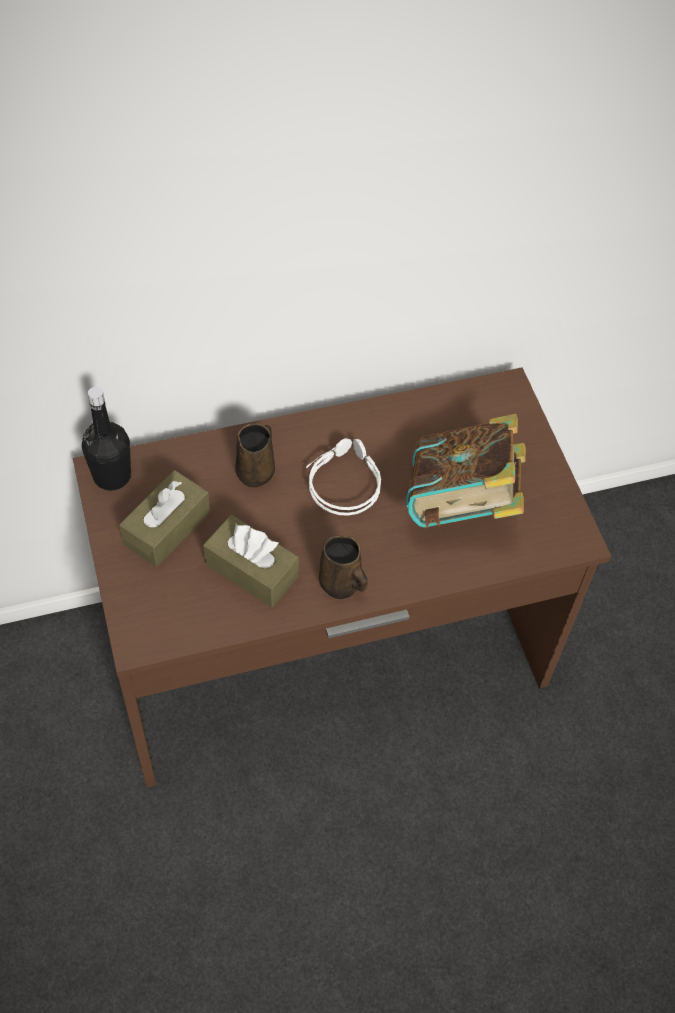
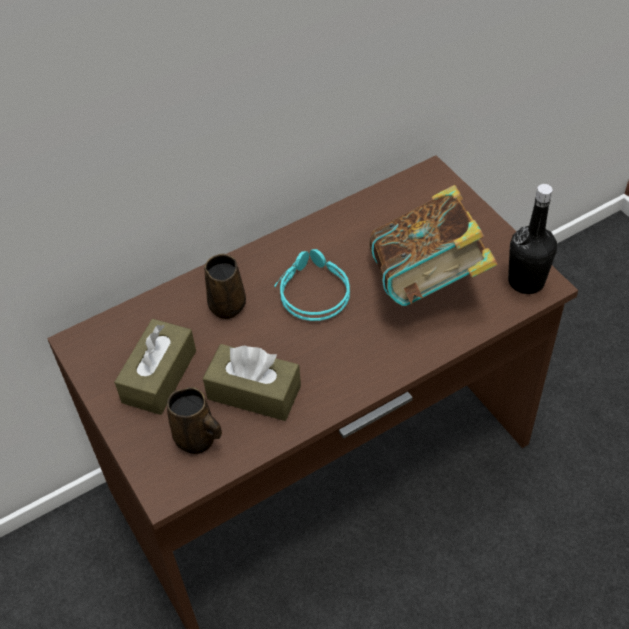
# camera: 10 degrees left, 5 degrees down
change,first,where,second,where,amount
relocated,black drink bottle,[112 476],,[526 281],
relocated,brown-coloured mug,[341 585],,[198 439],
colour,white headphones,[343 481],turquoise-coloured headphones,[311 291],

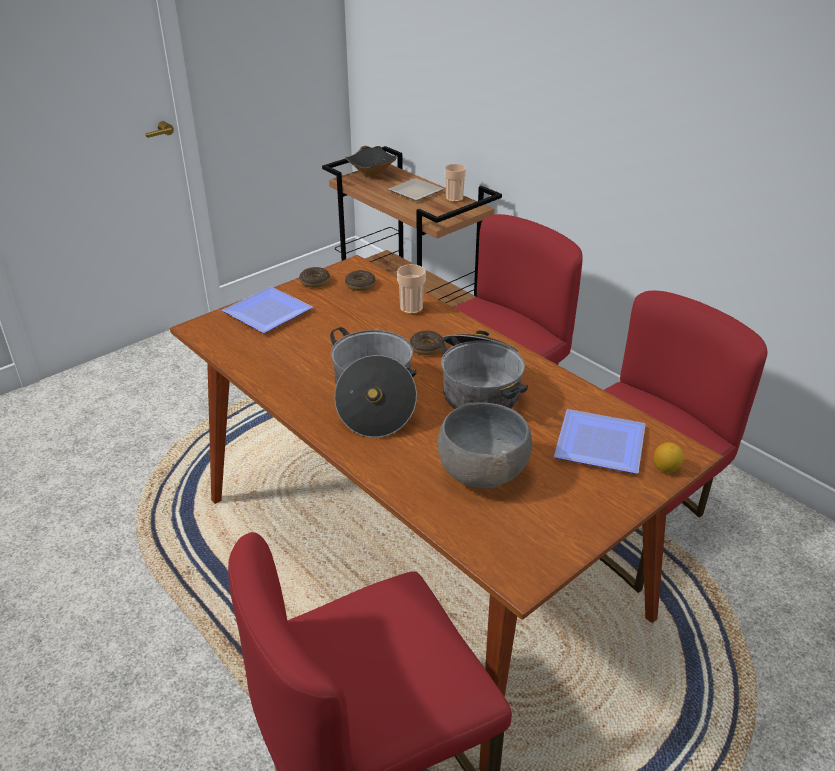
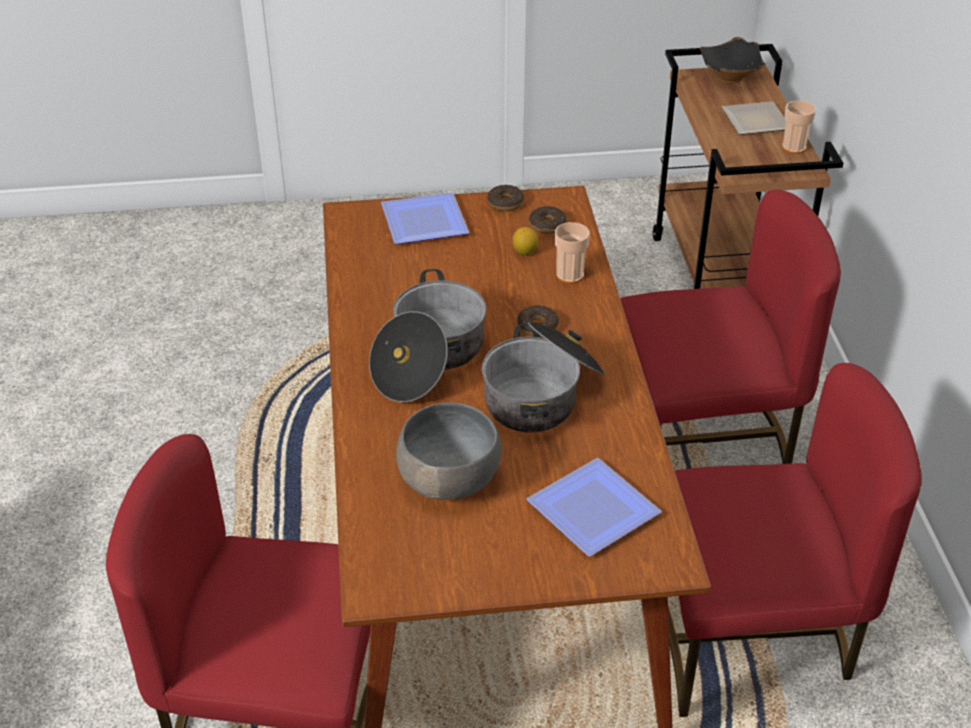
# camera: 35 degrees right, 5 degrees up
change,first,where,second,where,amount
relocated,lemon,[666 468],,[525 251],

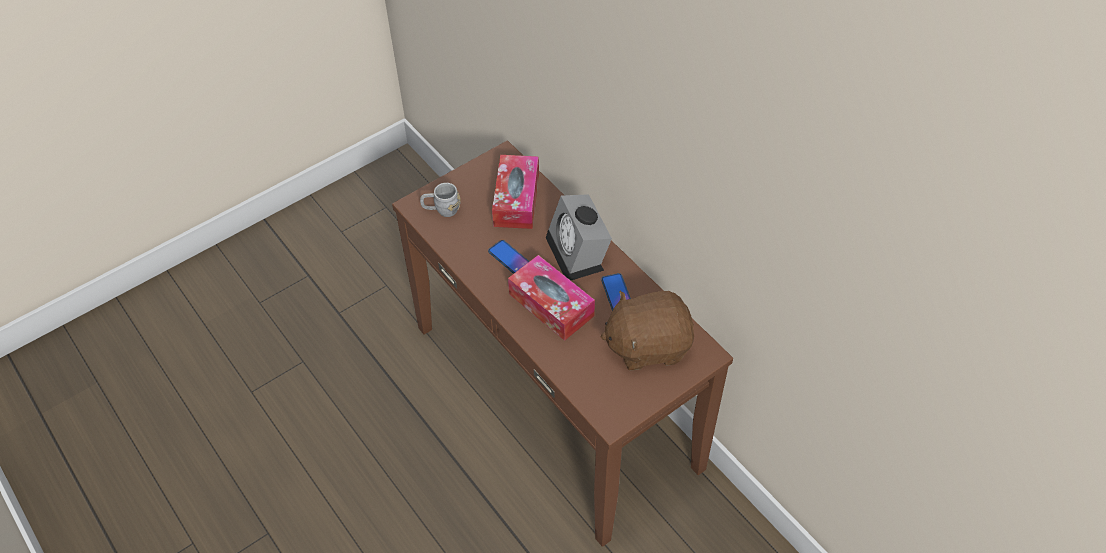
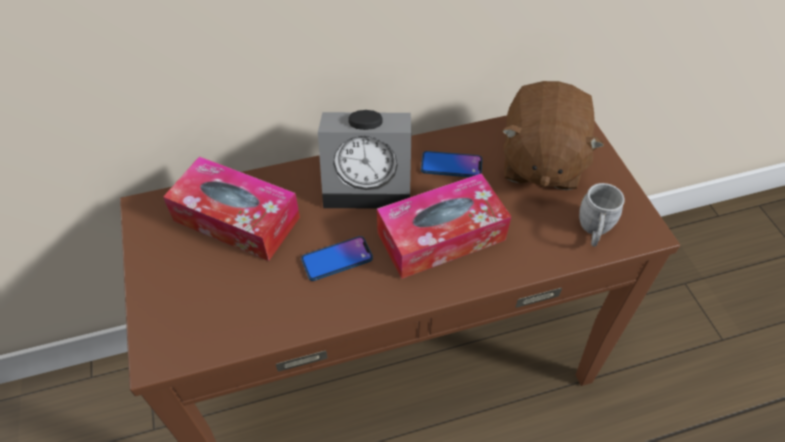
# camera: 70 degrees left, 0 degrees up
change,first,where,second,where,amount
relocated,grey mug,[441 210],,[593 230],

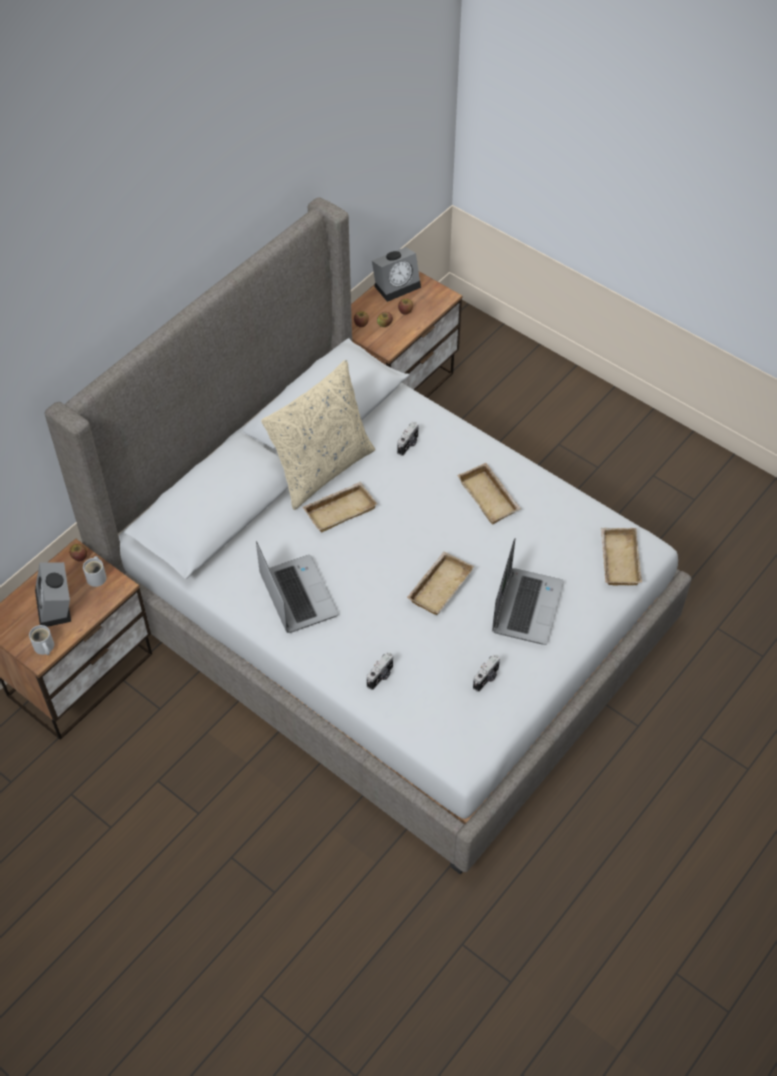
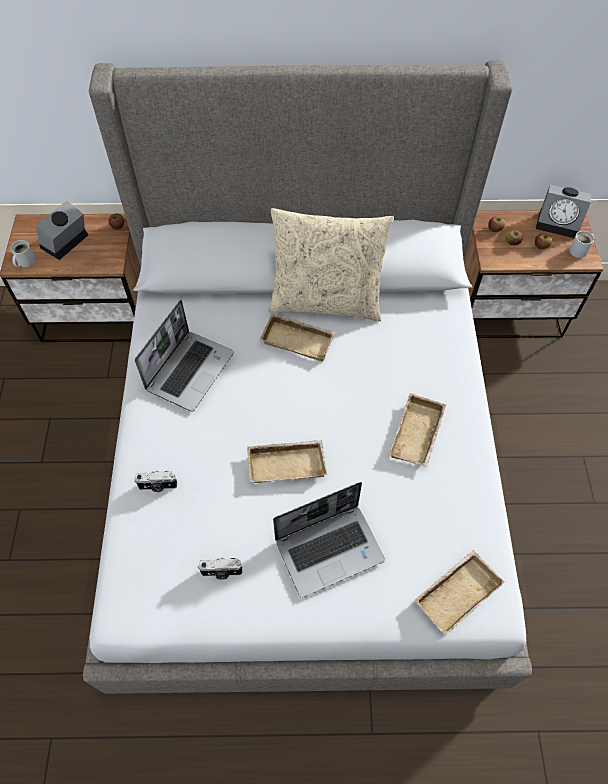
# camera: 50 degrees right, 5 degrees up
change,first,where,second,where,amount
missing,photo camera,[408 445],,,
relocated,white mug,[97 577],,[580 250],

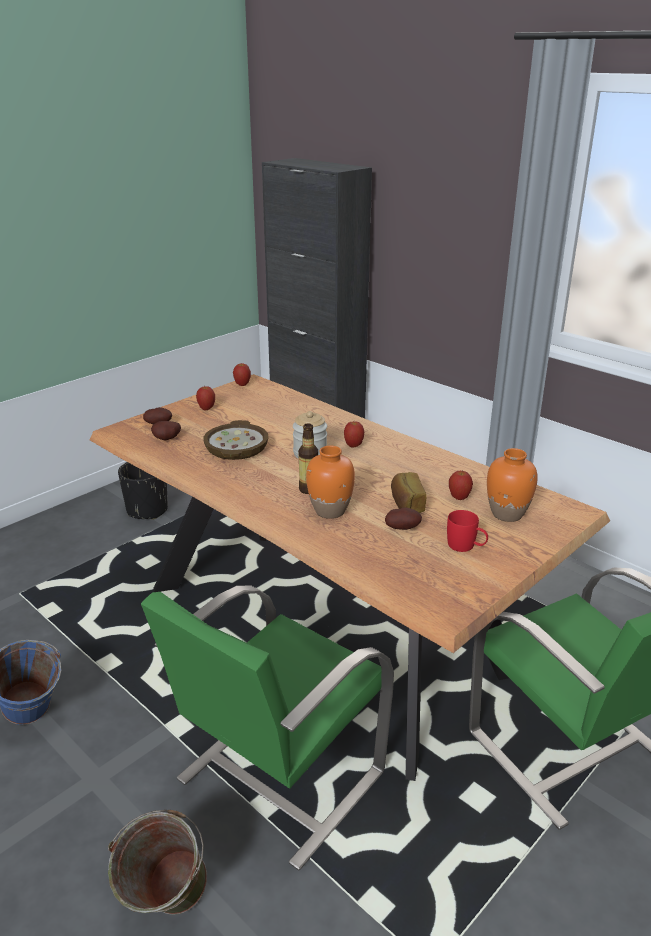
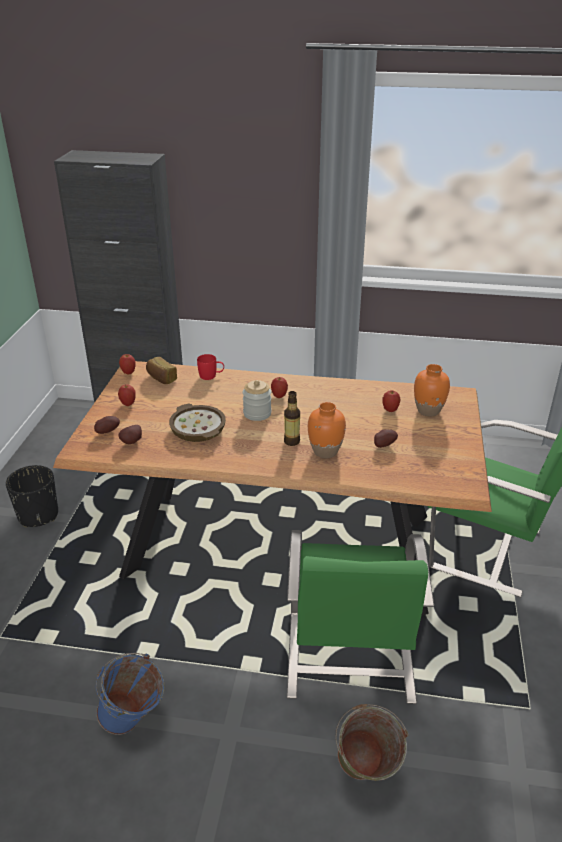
# camera: 35 degrees left, 5 degrees up
change,first,where,second,where,amount
relocated,baked bread,[406 504],,[161 378],
relocated,red mug,[466 547],,[211 376],

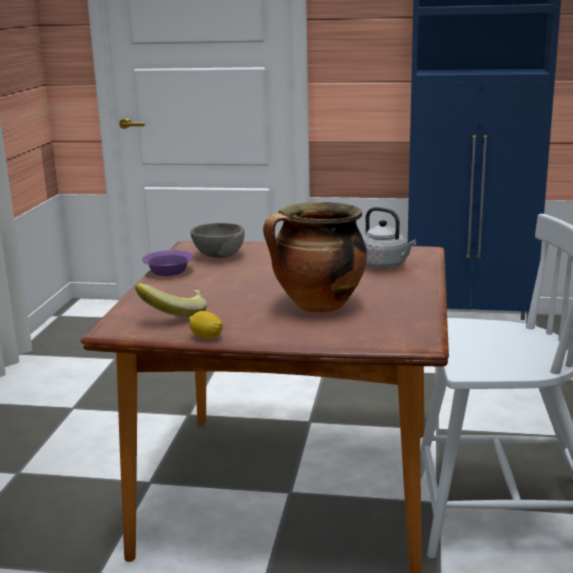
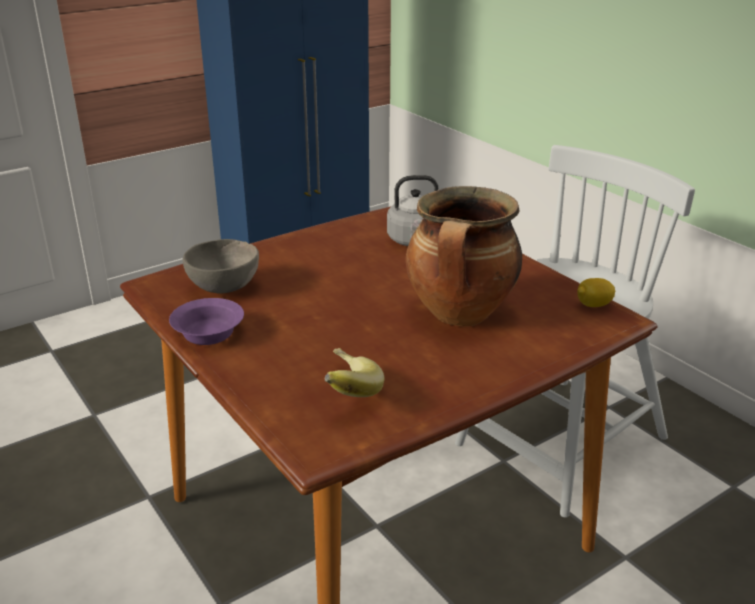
# camera: 45 degrees left, 10 degrees up
change,first,where,second,where,amount
relocated,lemon,[206 337],,[593 305],

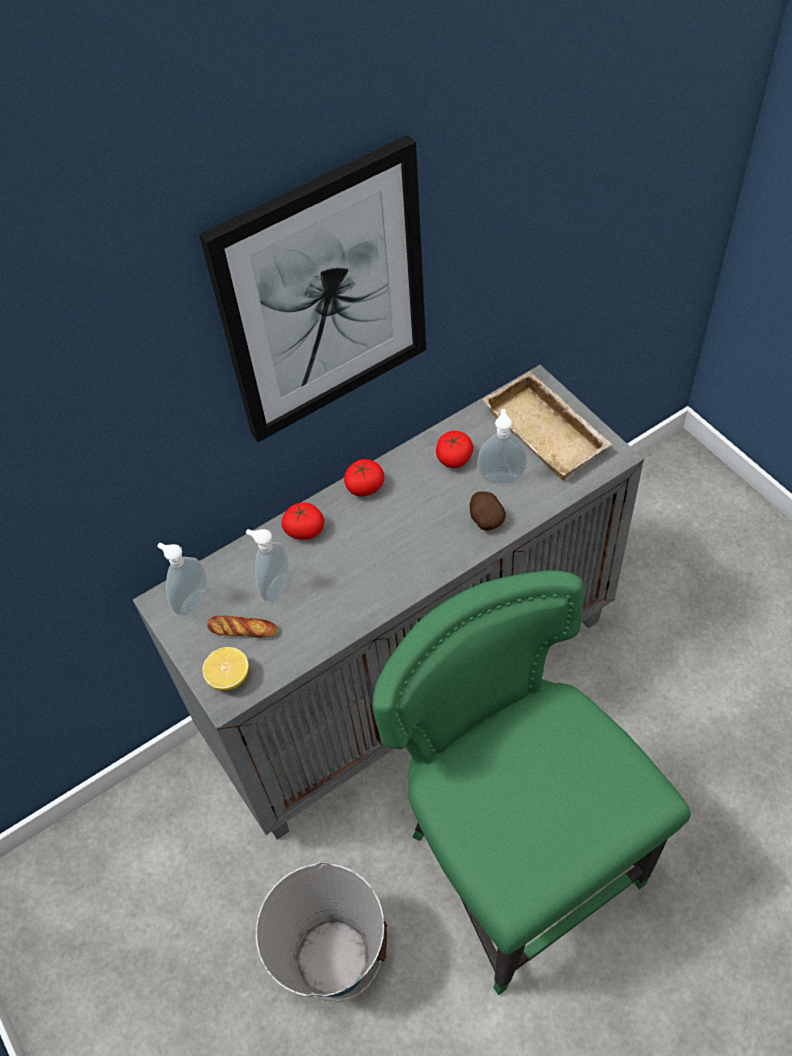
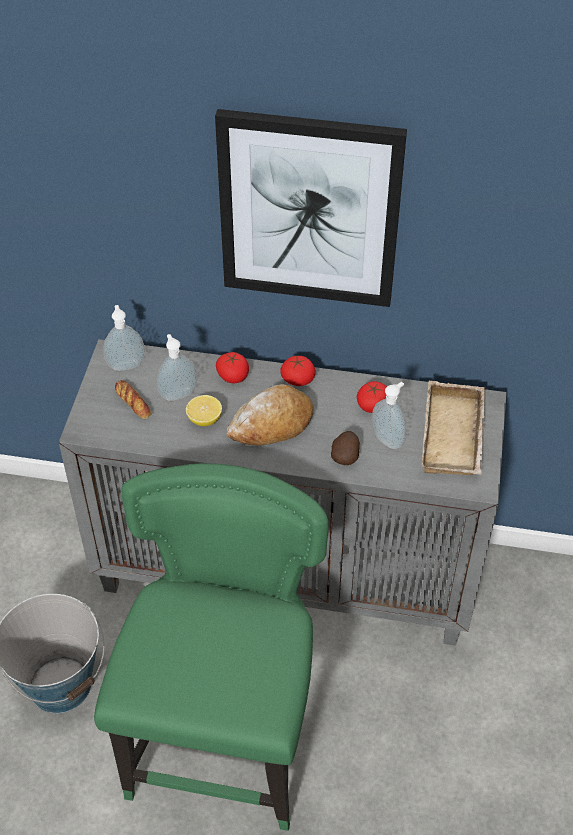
# camera: 40 degrees right, 5 degrees down
change,first,where,second,where,amount
appeared,,,baked bread,[272 424],
relocated,lemon,[229 677],,[204 419],

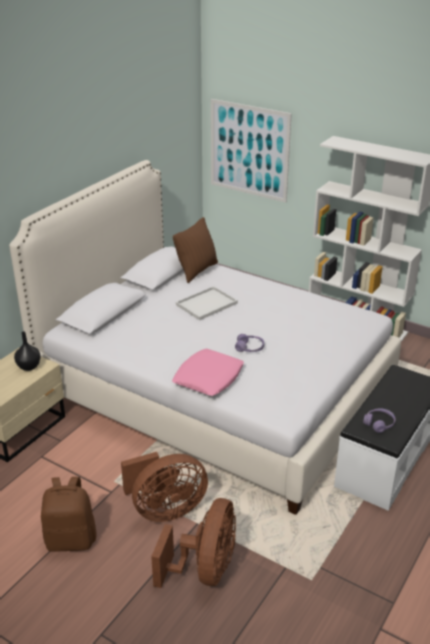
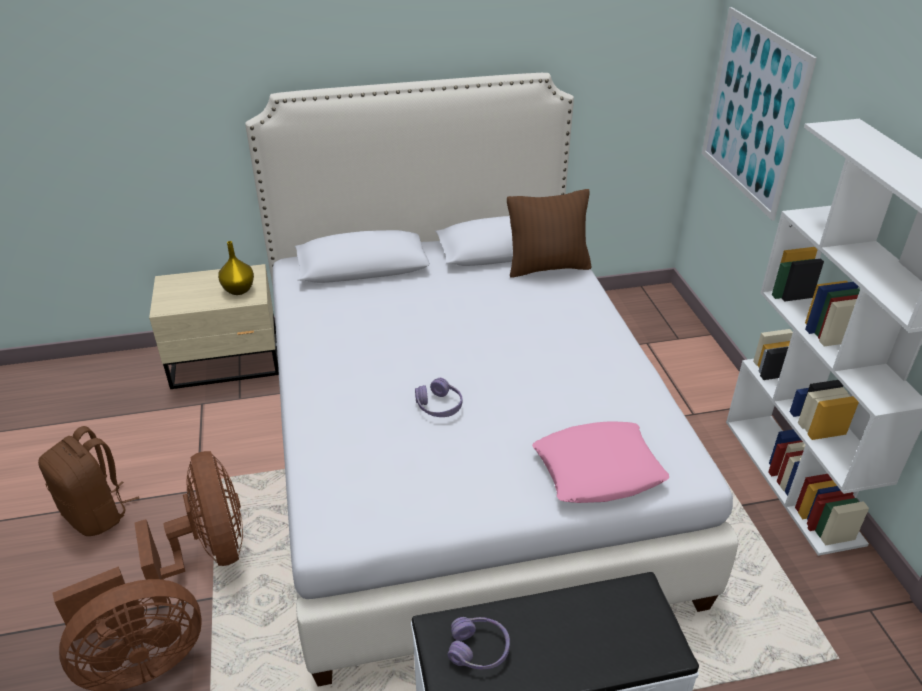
# camera: 45 degrees right, 5 degrees up
change,first,where,second,where,amount
missing,white serving tray,[206 304],,,
relocated,pink-coloured pillow,[208 377],,[598 470],
colour,black decorative vase,[29 367],yellowish decorative vase,[238 290],
spun,brown-coloured electric fan,[165 509],,[210 553],135 degrees counterclockwise

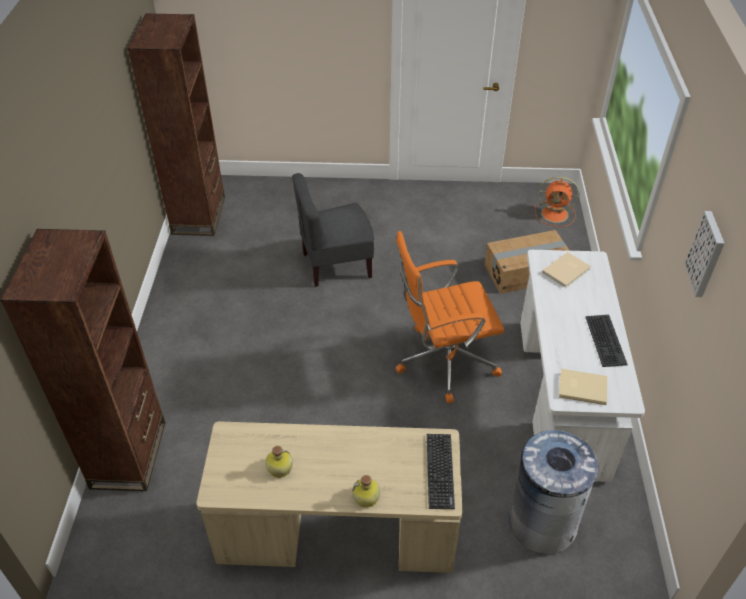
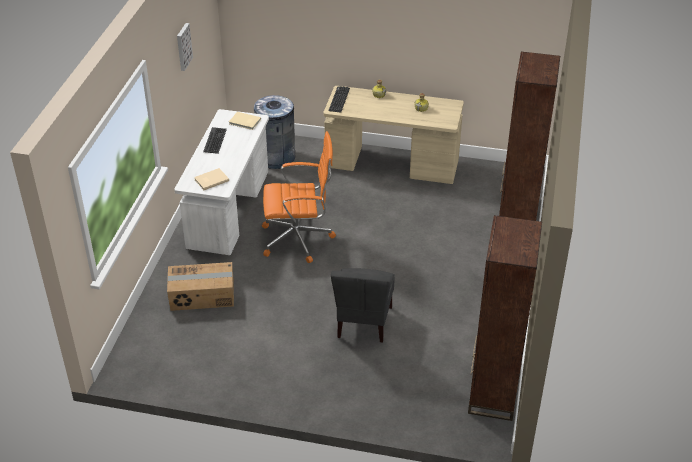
# camera: 170 degrees left, 5 degrees down
change,first,where,second,where,amount
missing,orange-coloured electric fan,[556 214],,,
spun,grey upright chair,[336 265],,[363 322],105 degrees clockwise

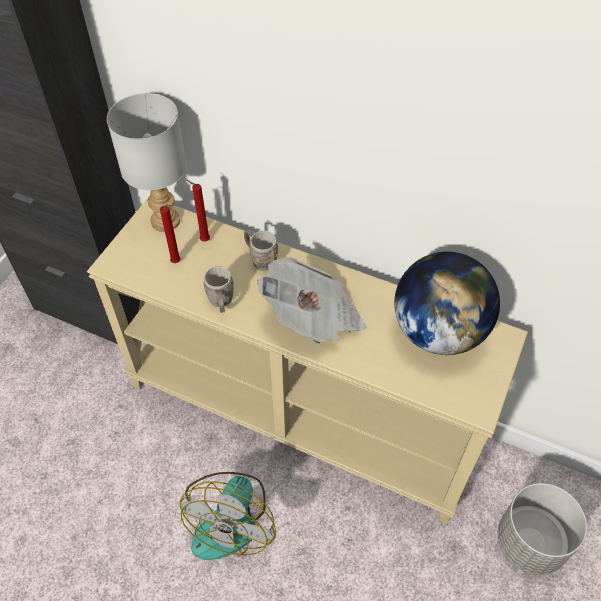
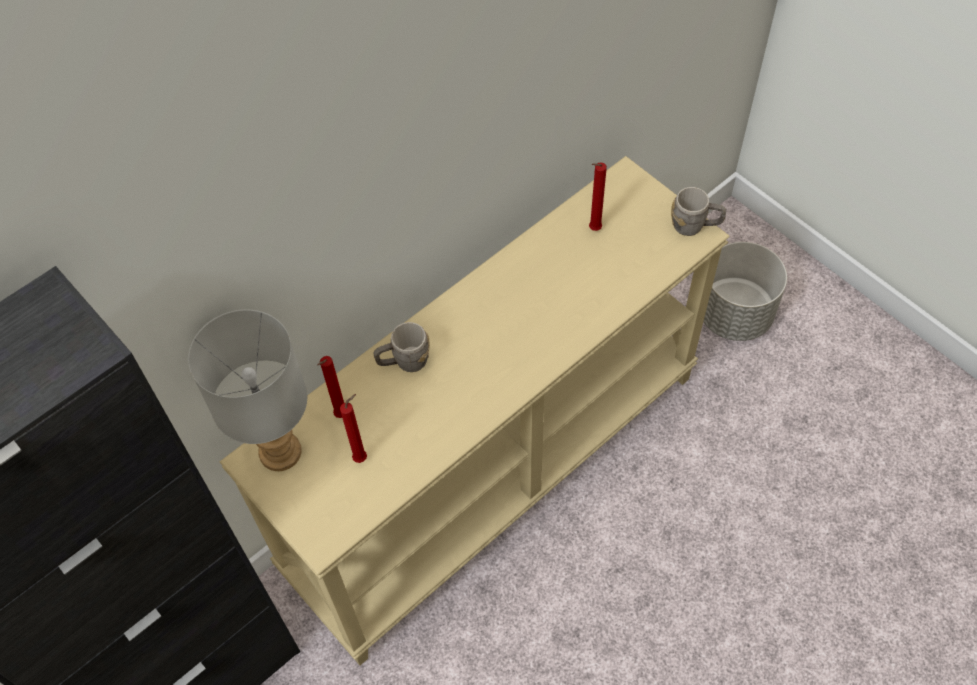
# camera: 65 degrees left, 5 degrees up
change,first,where,second,where,amount
missing,electric fan,[230 517],,,
missing,daily paper,[313 317],,,
relocated,grey mug,[221 302],,[695 226],
exchanged,world globe,[438 332],red wax light,[593 229],

